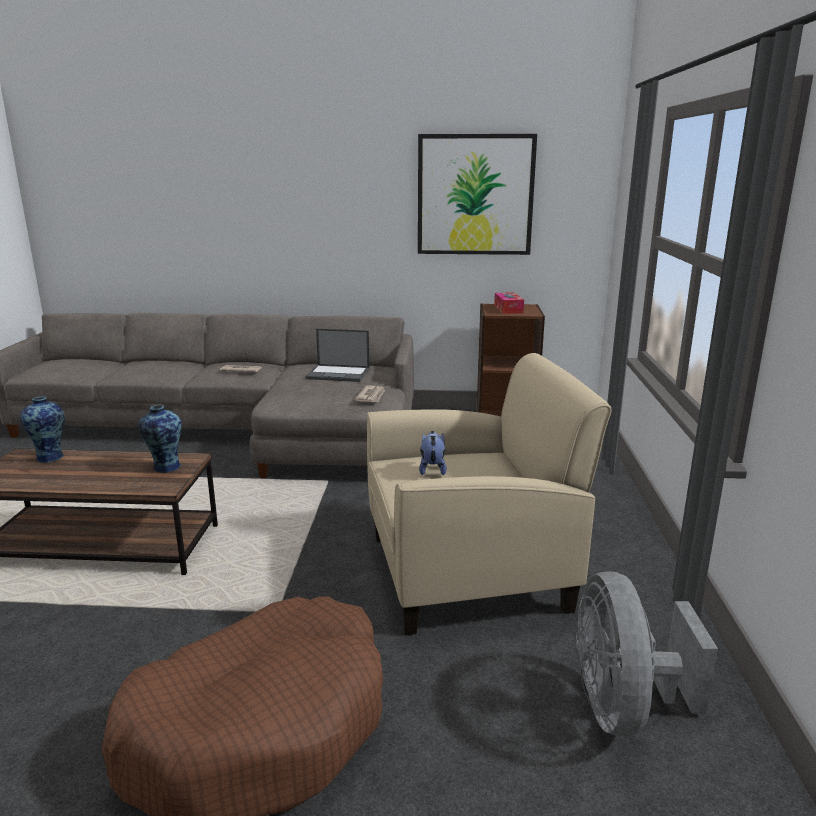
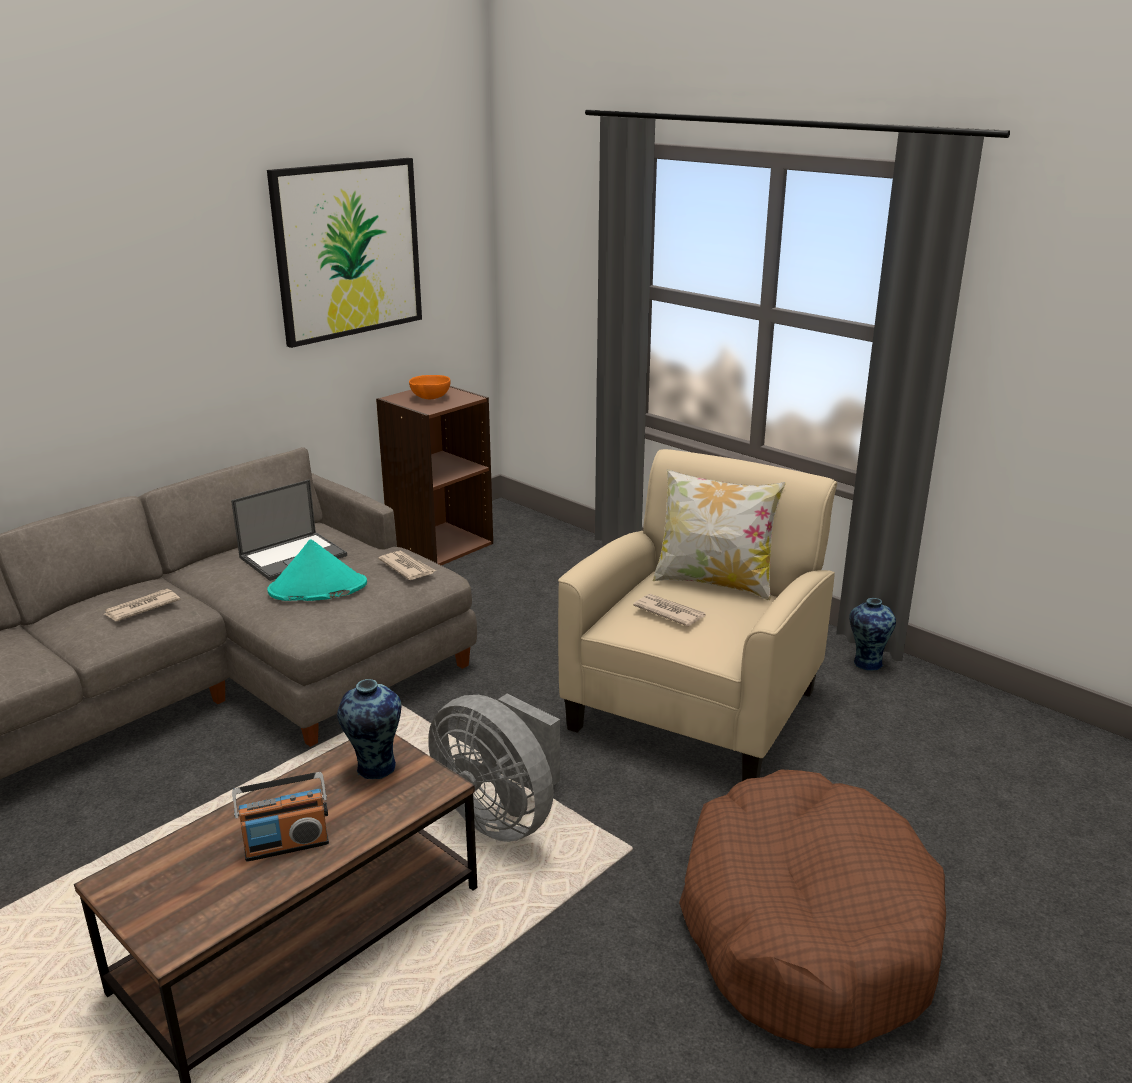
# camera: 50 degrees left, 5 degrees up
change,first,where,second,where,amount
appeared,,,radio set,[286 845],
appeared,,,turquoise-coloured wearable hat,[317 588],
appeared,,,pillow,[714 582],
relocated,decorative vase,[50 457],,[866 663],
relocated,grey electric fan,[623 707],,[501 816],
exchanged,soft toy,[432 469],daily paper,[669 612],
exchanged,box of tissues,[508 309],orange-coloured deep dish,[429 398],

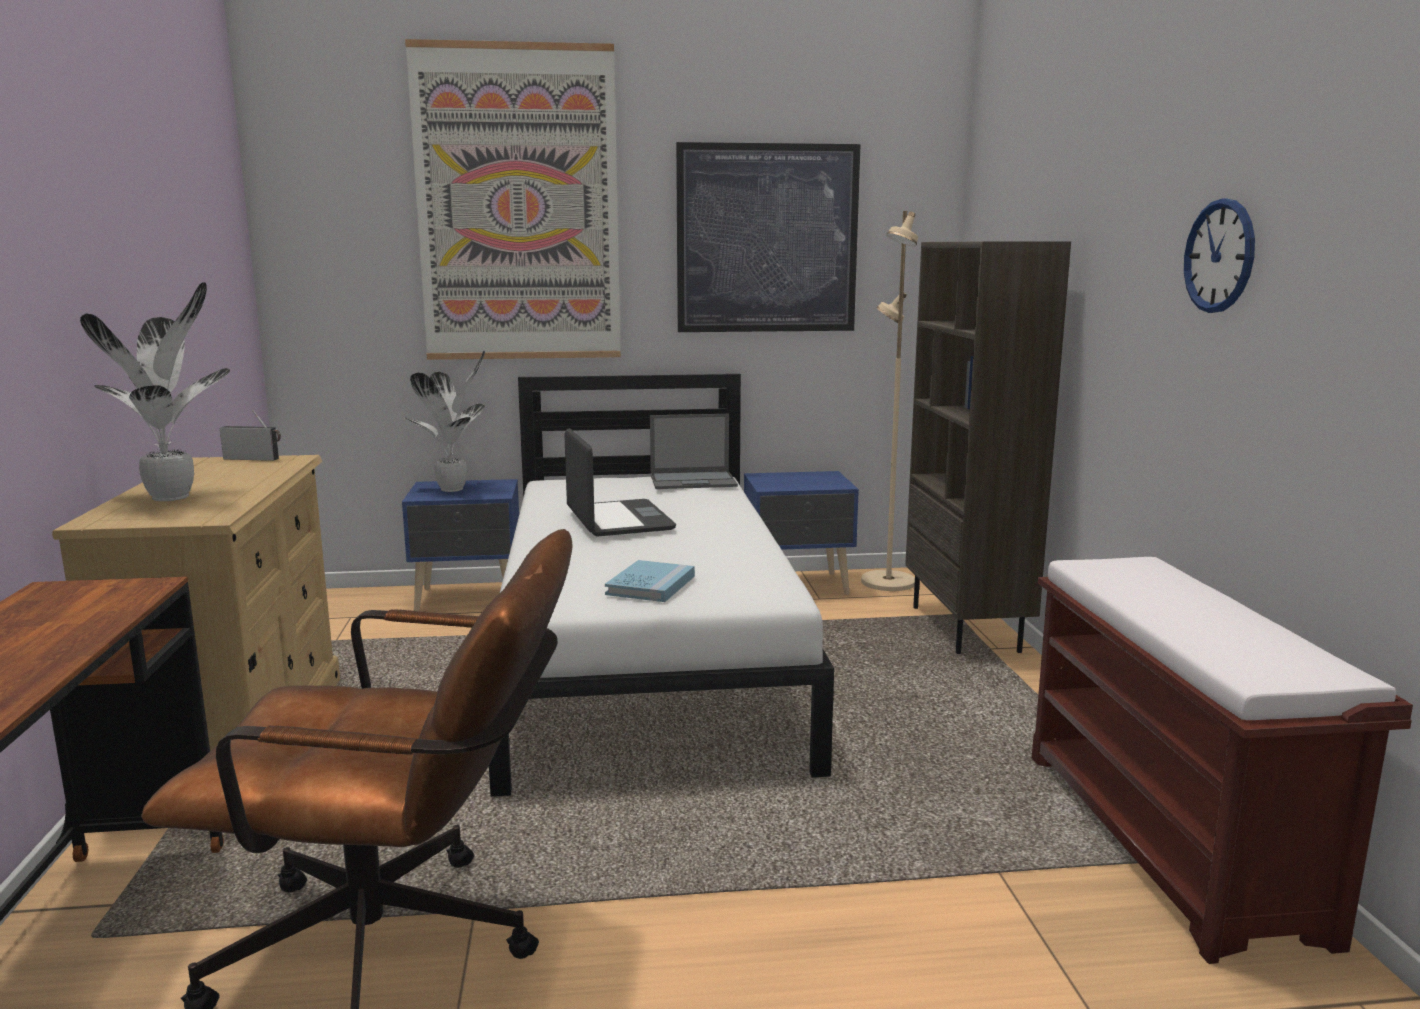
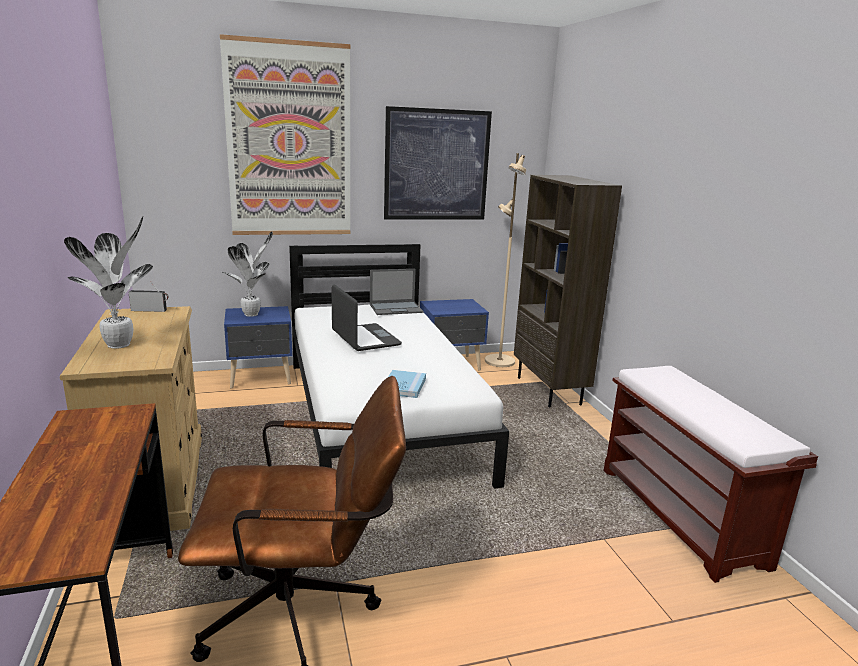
# camera: 10 degrees left, 5 degrees up
change,first,where,second,where,amount
missing,clock on the wall,[1219 256],,,

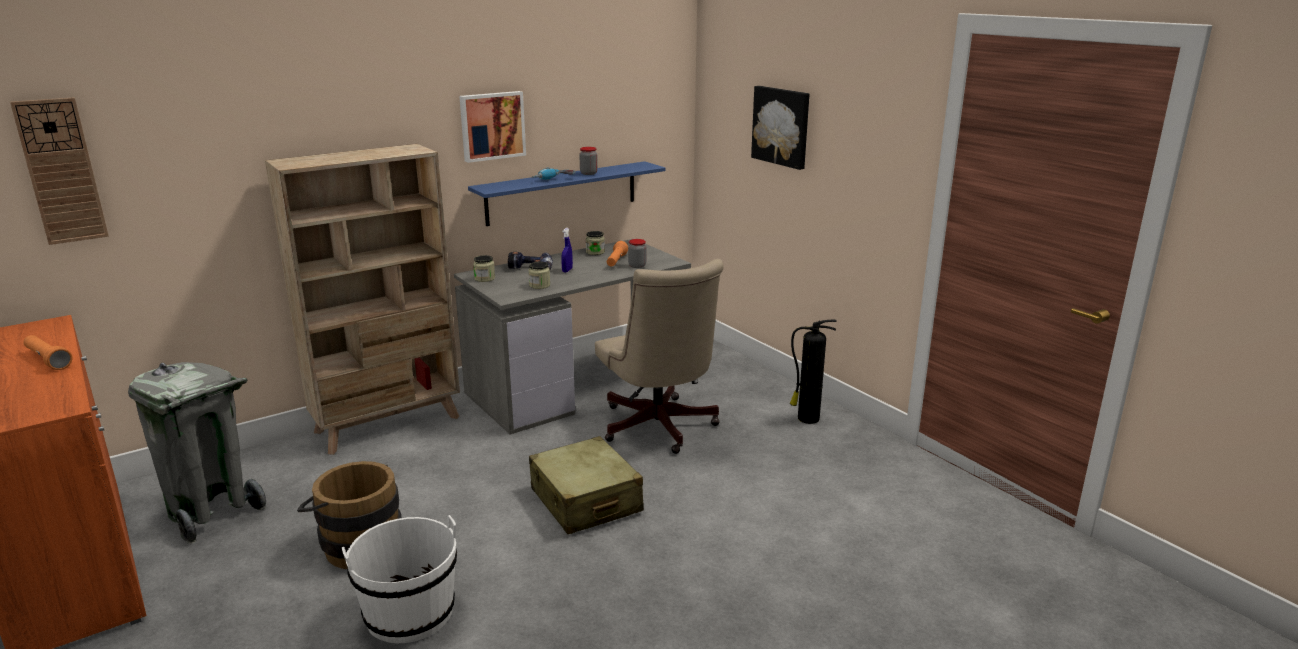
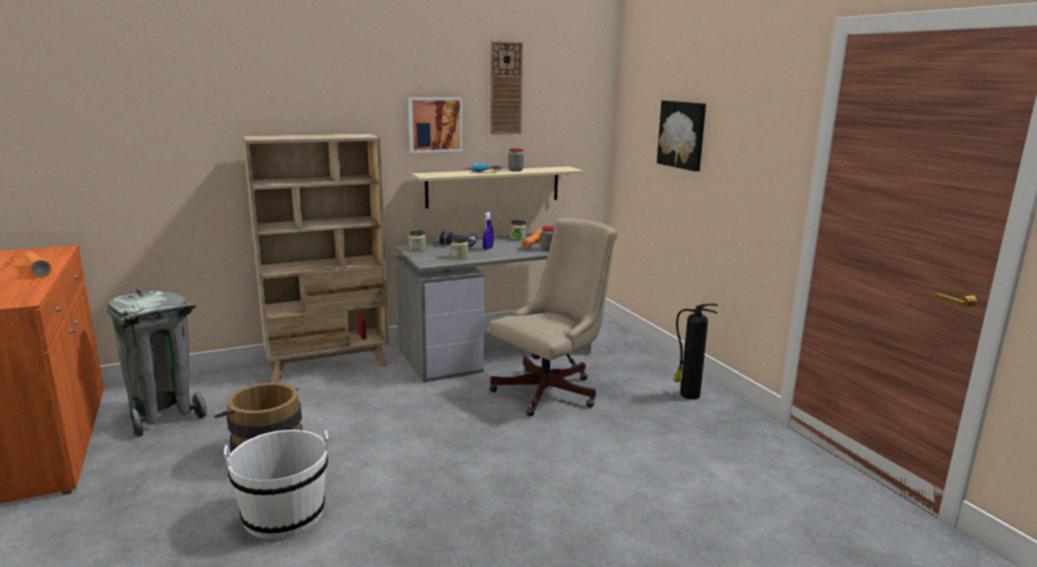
# camera: 10 degrees right, 5 degrees down
change,first,where,second,where,amount
missing,sand-coloured suitcase,[585 501],,,
relocated,clock on the wall,[61 171],,[506 88],
colour,blue bracket shelf,[562 193],sand-coloured bracket shelf,[493 186],
spun,sand-coloured desk chair,[659 429],,[552 390],120 degrees counterclockwise

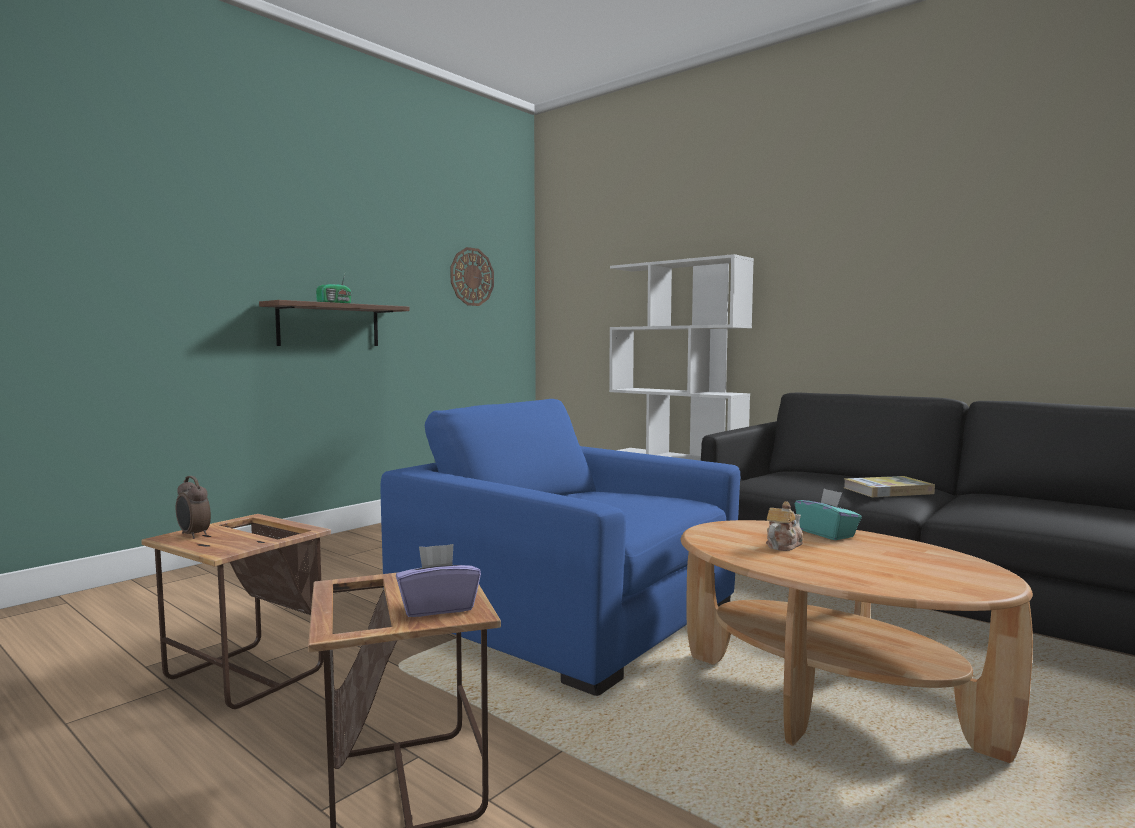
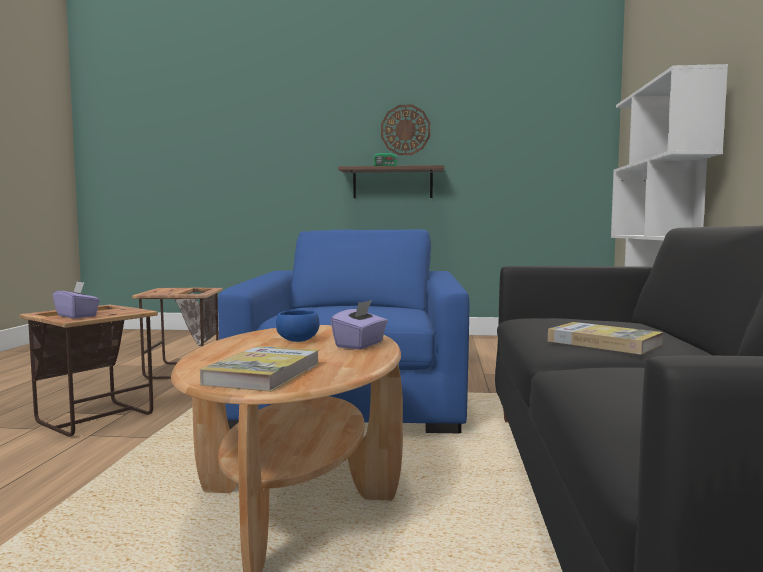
# camera: 55 degrees right, 0 degrees up
change,first,where,second,where,amount
missing,bedside clock,[193 535],,,
appeared,,,bound book,[264 373],
relocated,clock on the wall,[472 277],,[405 130],
exchanged,teapot,[783 545],blue deep dish,[297 340],
colour,turquoise-coloured box of tissues,[827 533],purple box of tissues,[360 345],

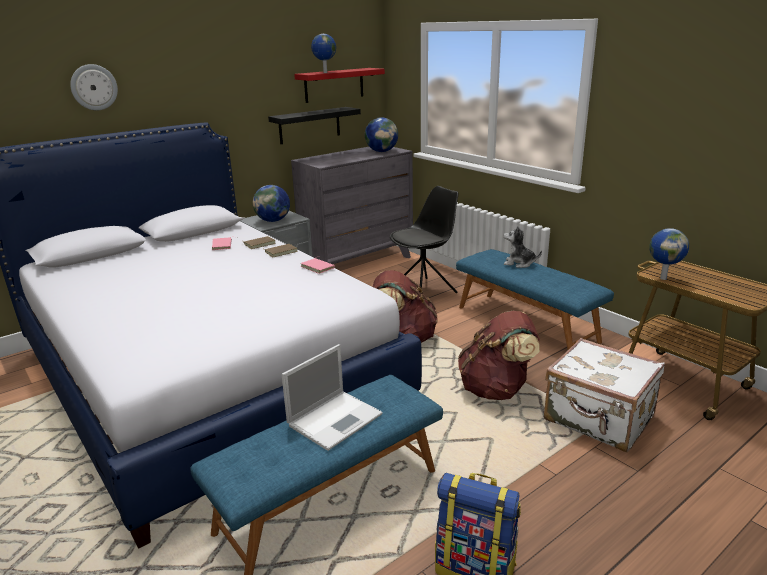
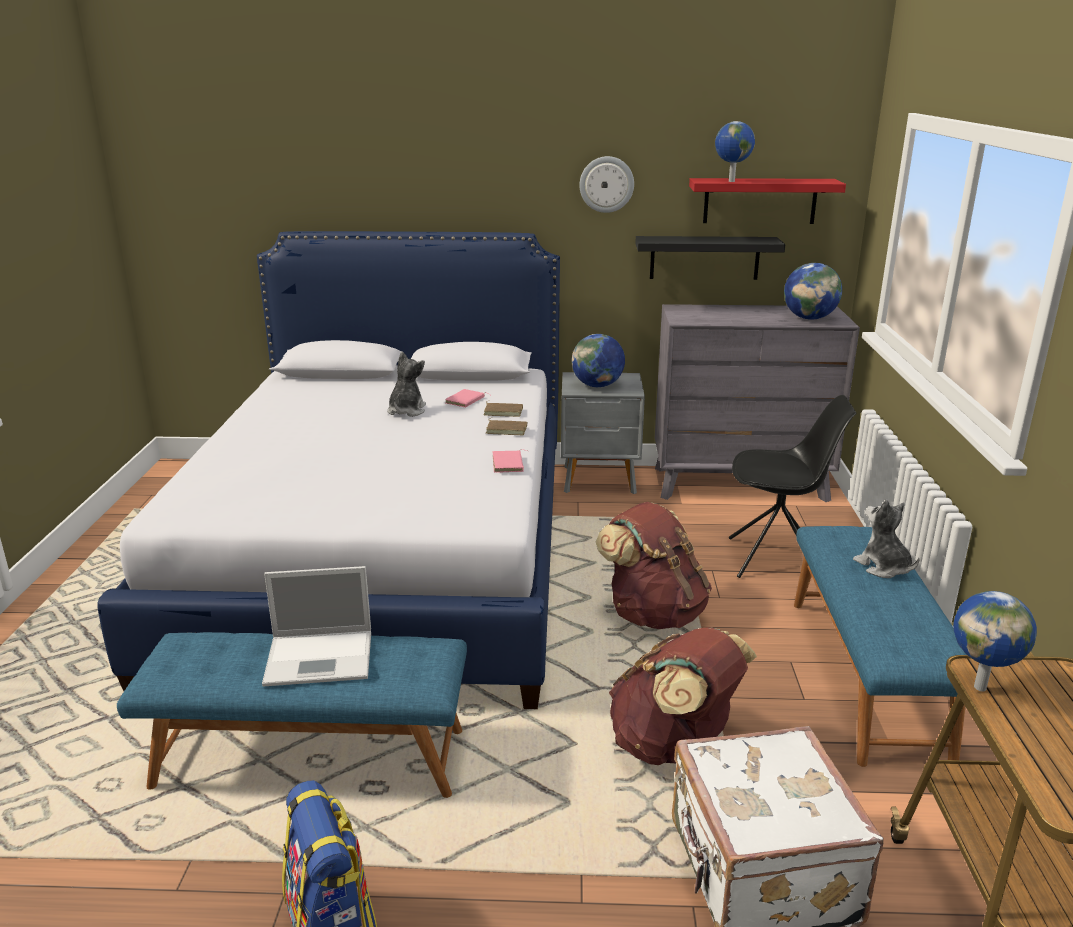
# camera: 40 degrees right, 0 degrees up
change,first,where,second,where,amount
appeared,,,soft toy,[406 411],
relocated,clock on the wall,[94 87],,[606 184],

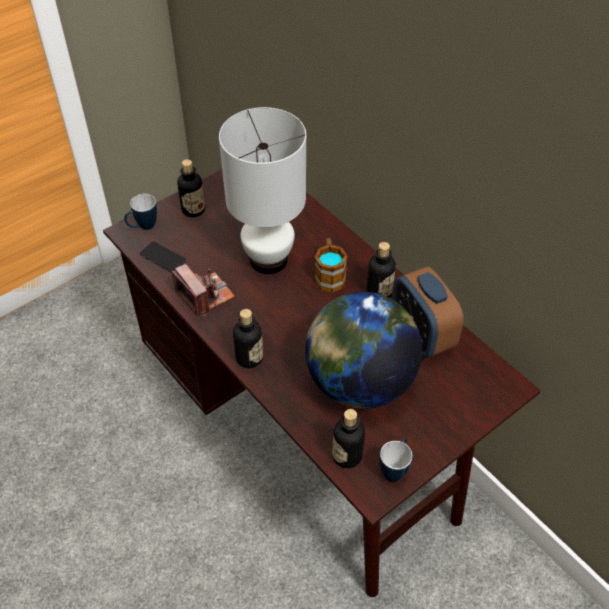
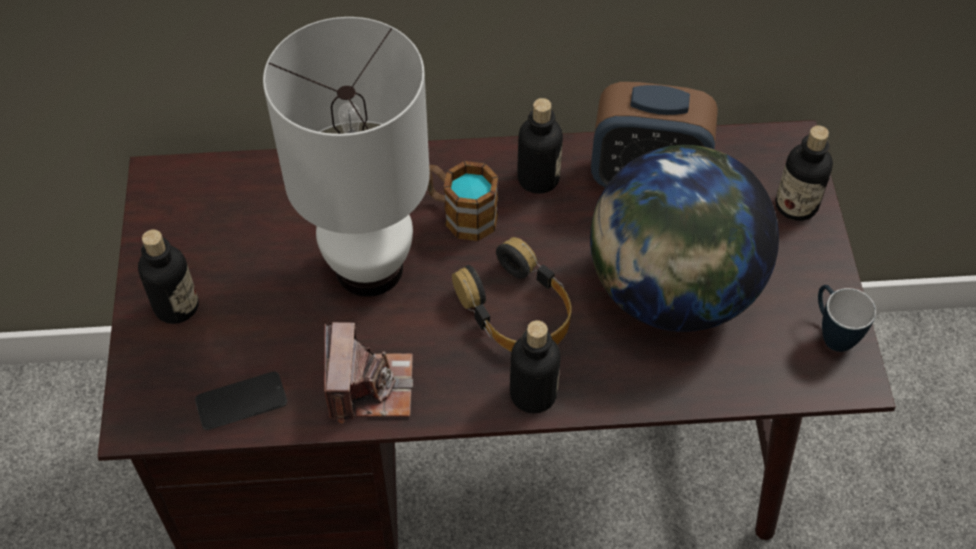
# camera: 55 degrees left, 5 degrees up
change,first,where,second,where,amount
missing,mug,[143 227],,,
appeared,,,headphones,[516 310],
relocated,drink bottle,[347 456],,[796 205],
spun,photo camera,[205 295],,[369 386],90 degrees clockwise

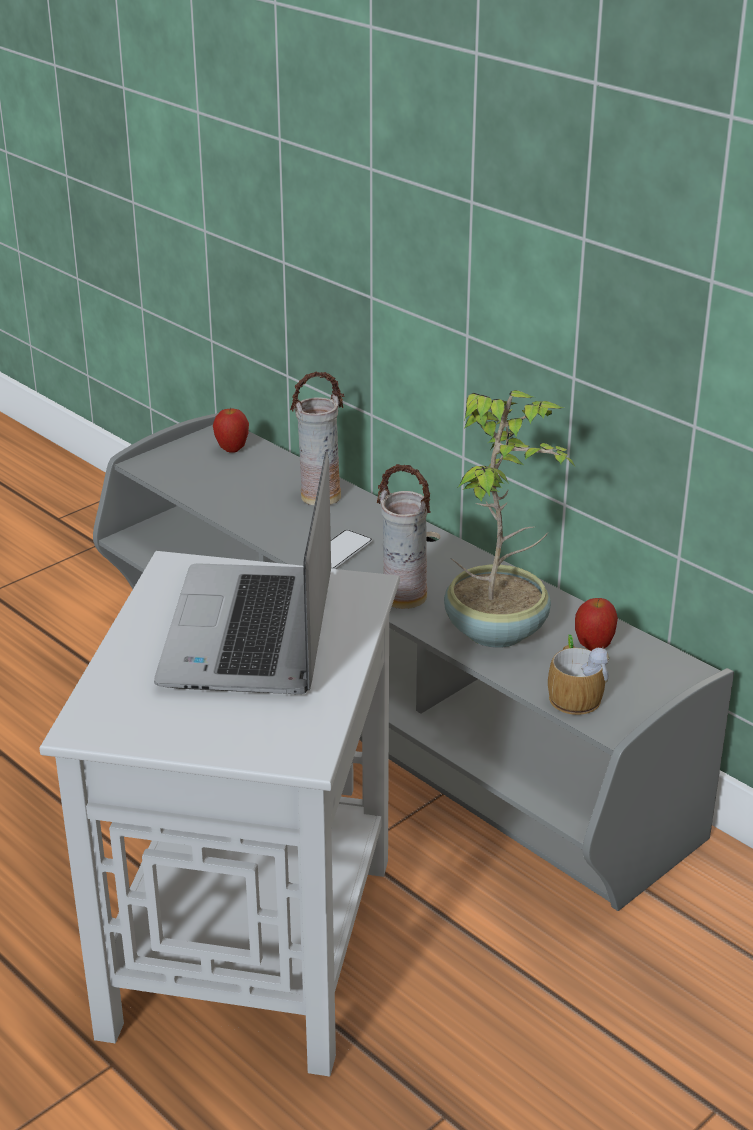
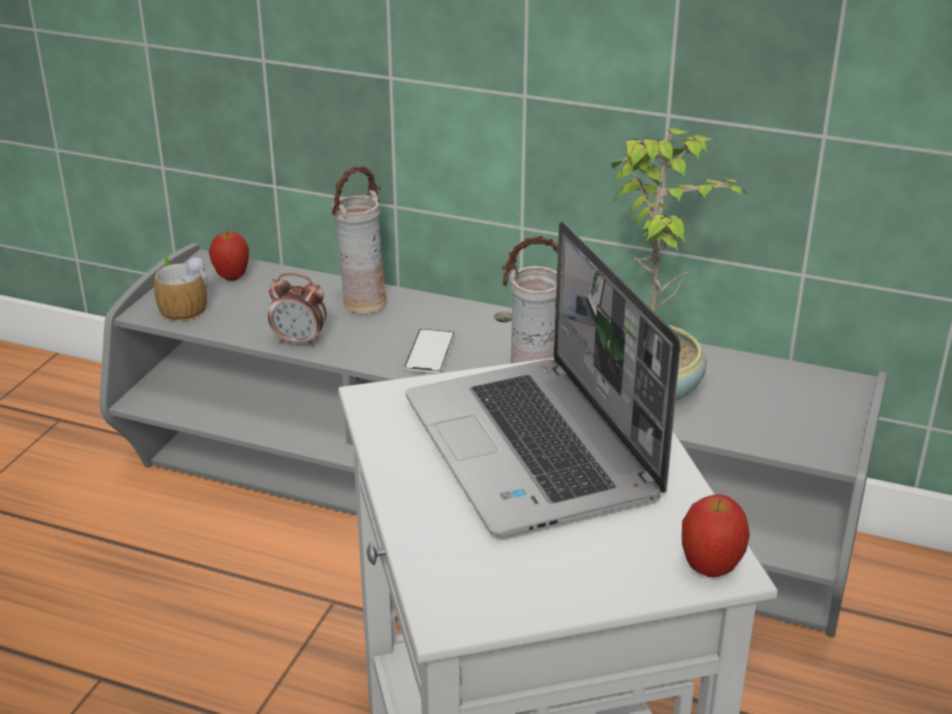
# camera: 25 degrees left, 0 degrees up
change,first,where,second,where,amount
appeared,,,bedside clock,[299 341],
relocated,mug,[574 693],,[181 305],
relocated,apple fruit,[594 646],,[710 569],

